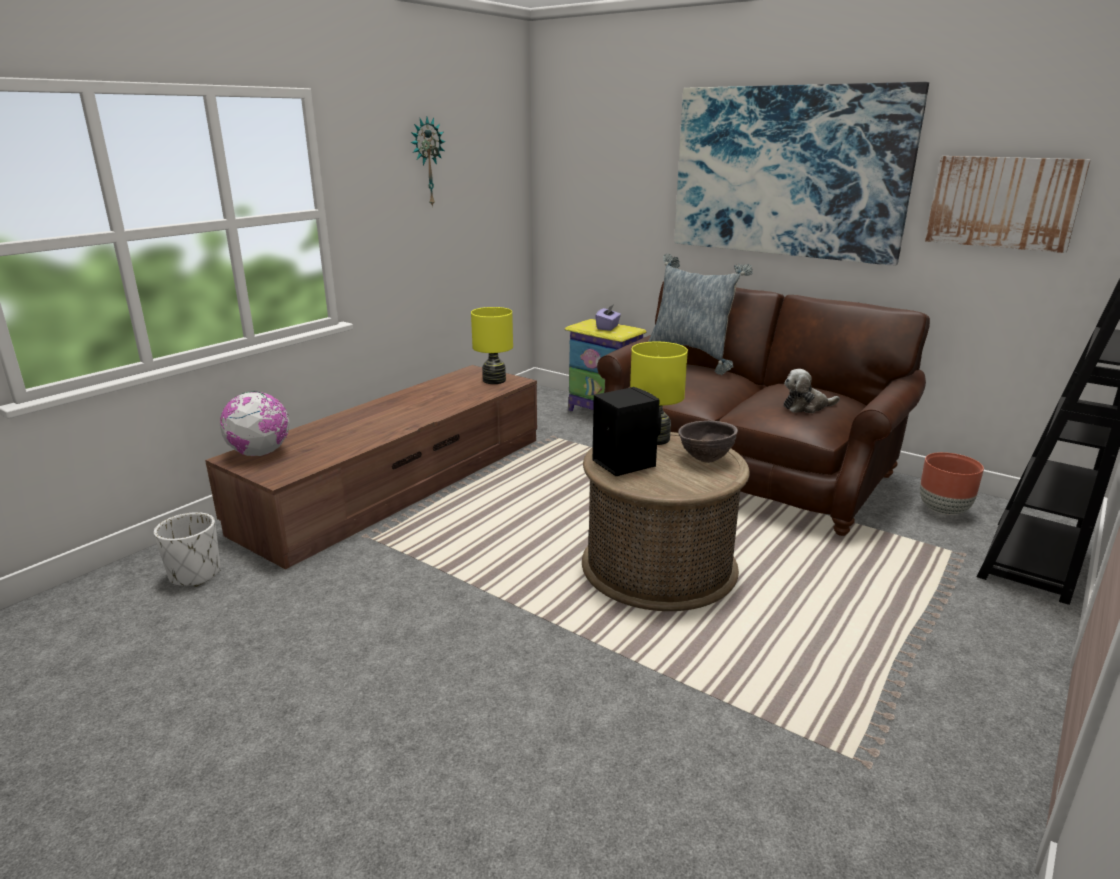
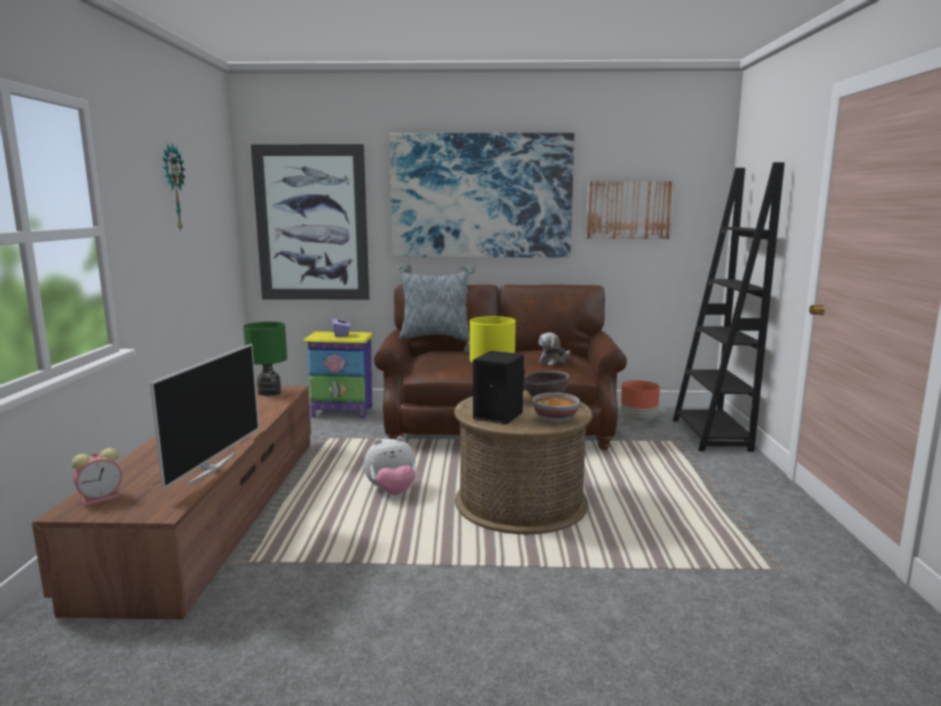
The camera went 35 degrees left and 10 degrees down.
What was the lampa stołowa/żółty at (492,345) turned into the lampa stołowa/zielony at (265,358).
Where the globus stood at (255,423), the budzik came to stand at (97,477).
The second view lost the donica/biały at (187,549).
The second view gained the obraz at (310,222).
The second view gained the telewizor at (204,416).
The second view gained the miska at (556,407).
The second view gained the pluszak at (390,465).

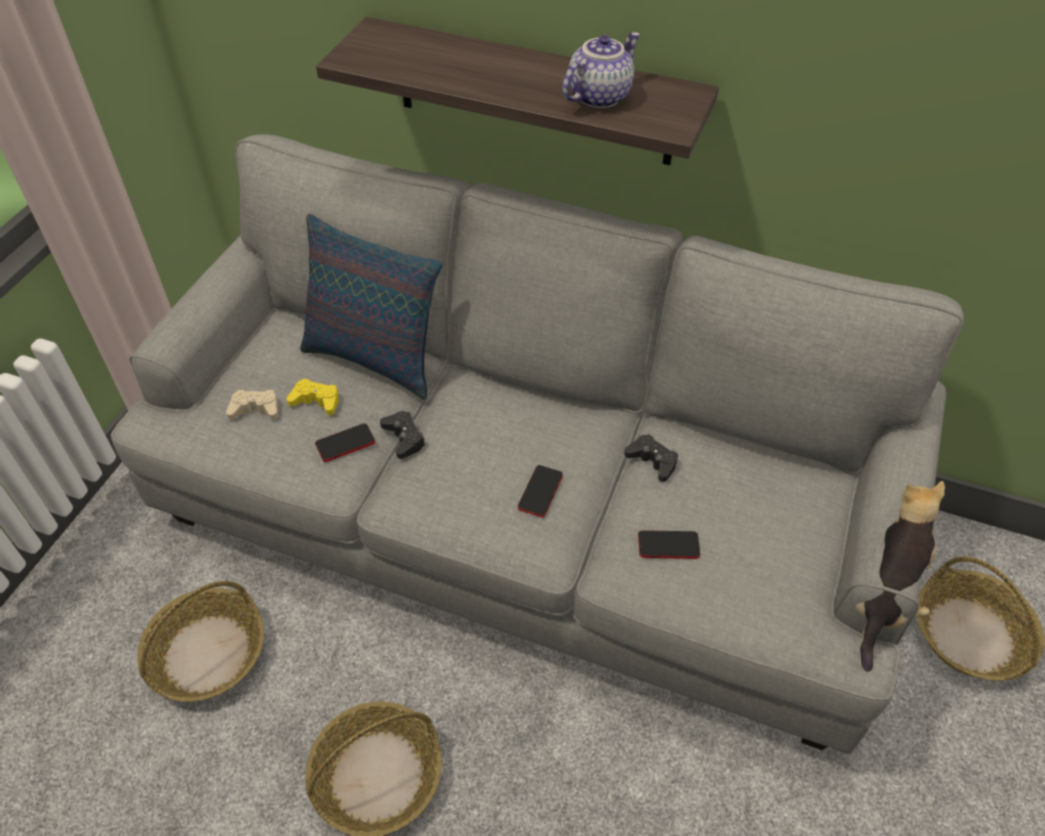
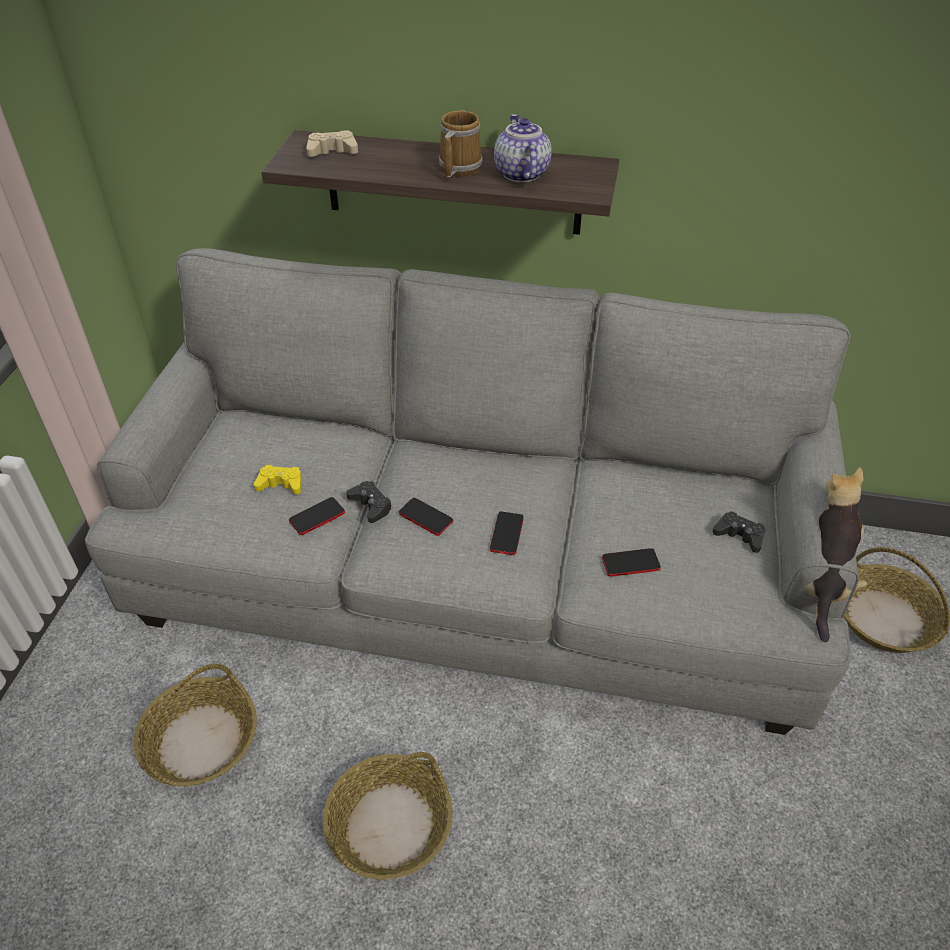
The camera went 10 degrees left and 5 degrees down.
The imbryk at (601,70) ended up facing another way, 45 degrees counterclockwise from before.
The second view lost the poduszka/niebieski at (371,307).
The pad do gier/beżowy ended up elsewhere, having gone from (252,405) to (332,143).
The pad do gier/czarny ended up elsewhere, having gone from (651,458) to (739,532).
The second view gained the kubek at (461,143).
The second view gained the telefon at (426,517).

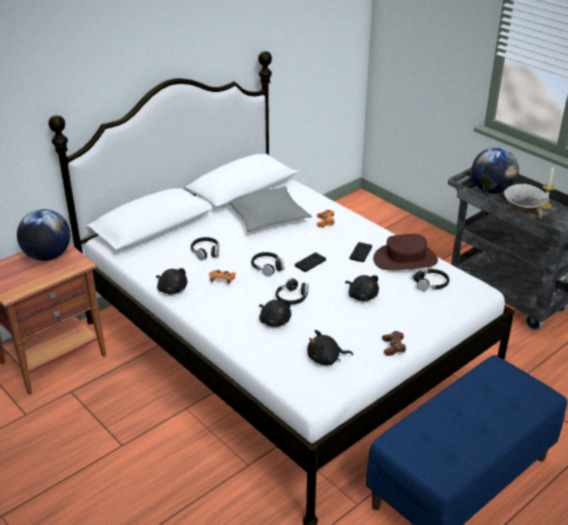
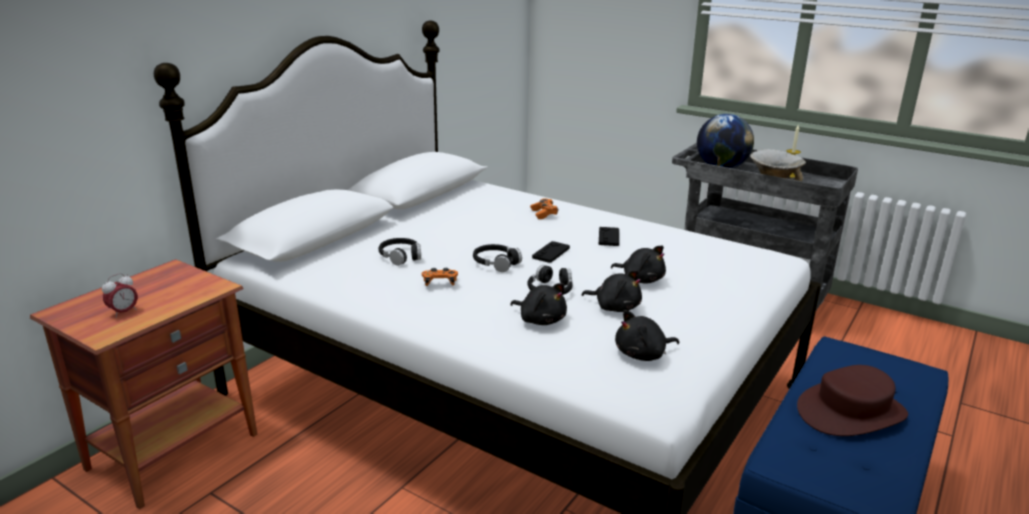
The camera went 15 degrees left and 10 degrees down.
The second view lost the poduszka/szary at (270,209).
The second view lost the globus at (43,235).
The kapelusz/brązowy ended up elsewhere, having gone from (405,252) to (852,400).
The pluszak/czarny ended up elsewhere, having gone from (172,281) to (612,291).
The second view lost the słuchawki/czarny at (430,280).
The second view lost the pad do gier/brązowy at (394,343).
The second view gained the budzik at (120,295).

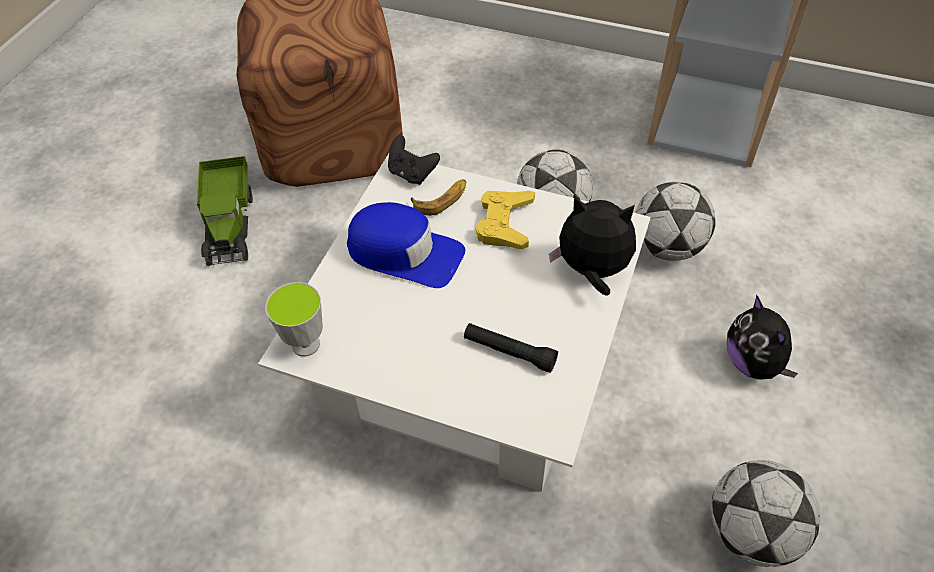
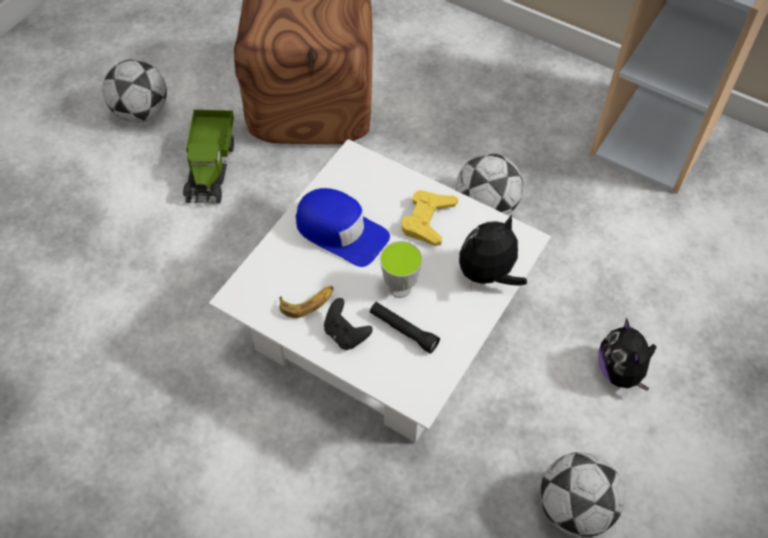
The camera went 10 degrees right and 5 degrees up.
The pad do gier/czarny ended up elsewhere, having gone from (414,160) to (348,324).
The banan ended up elsewhere, having gone from (438,197) to (306,302).
The piłka futbolowa ended up elsewhere, having gone from (675,221) to (135,90).
The pluszak at (592,246) ended up facing another way, 60 degrees counterclockwise from before.
The filiżanka ended up elsewhere, having gone from (294,319) to (401,269).

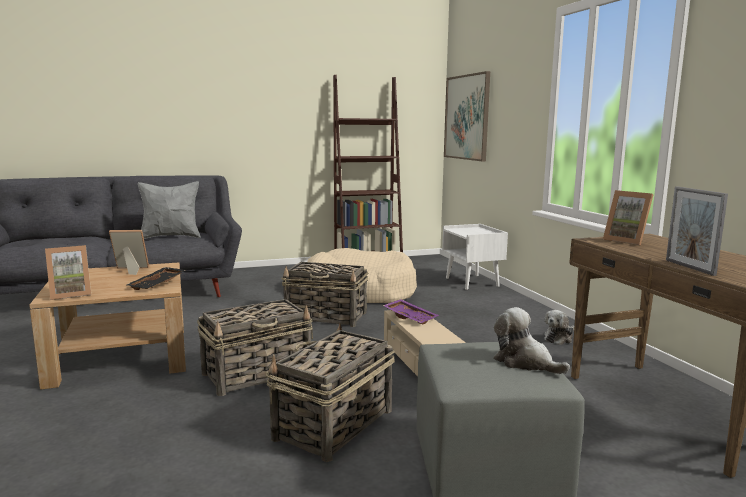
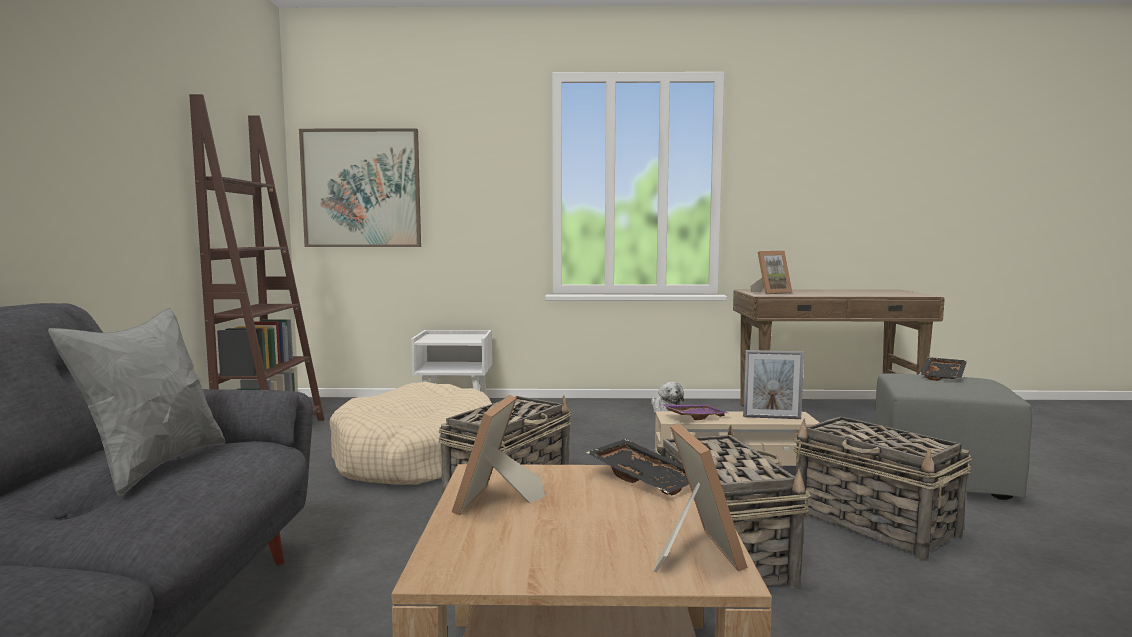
The camera went 70 degrees left and 5 degrees down.
The ramka na zdjęcie ended up elsewhere, having gone from (697,231) to (773,384).
Where the pluszak stood at (531,340), the taca/czarny came to stand at (943,369).

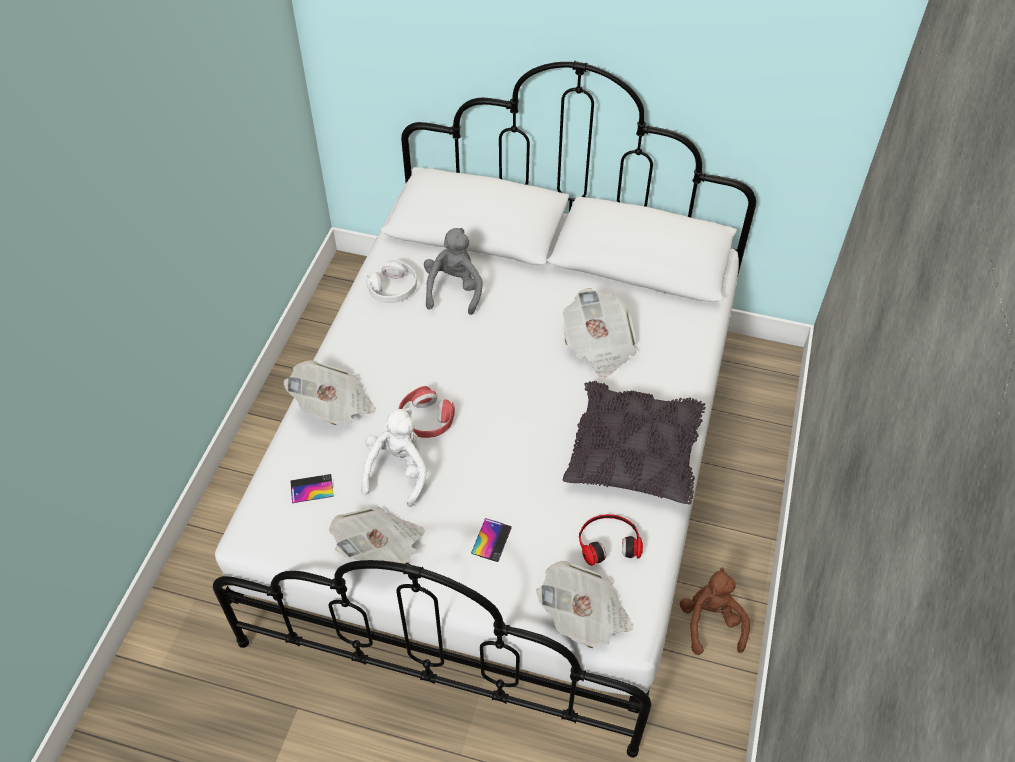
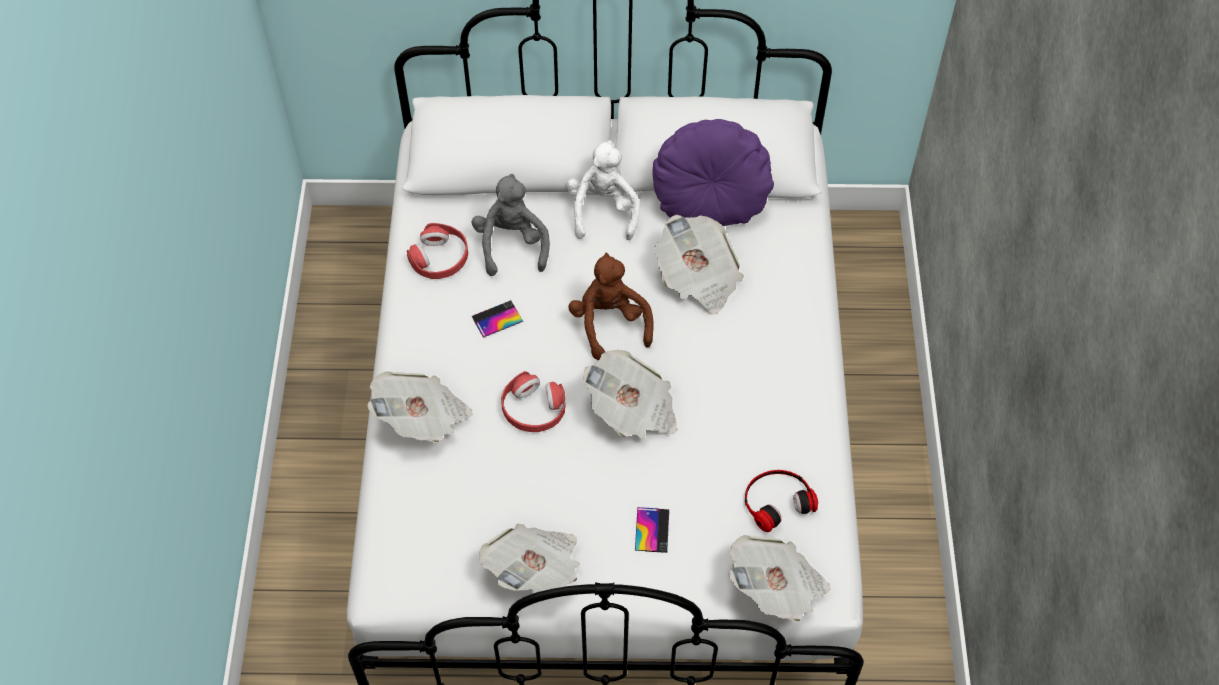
The camera went 15 degrees left and 5 degrees up.
What was the słuchawki/biały at (391,281) turned into the słuchawki/czerwony at (437,251).
The second view lost the poduszka/czarny at (634,442).
The pluszak/biały ended up elsewhere, having gone from (394,457) to (603,190).
The telefon ended up elsewhere, having gone from (312,488) to (497,319).
The pluszak/brązowy ended up elsewhere, having gone from (715,611) to (610,306).
The second view gained the poduszka/fioletowy at (713,172).
The second view gained the gazeta at (630,394).

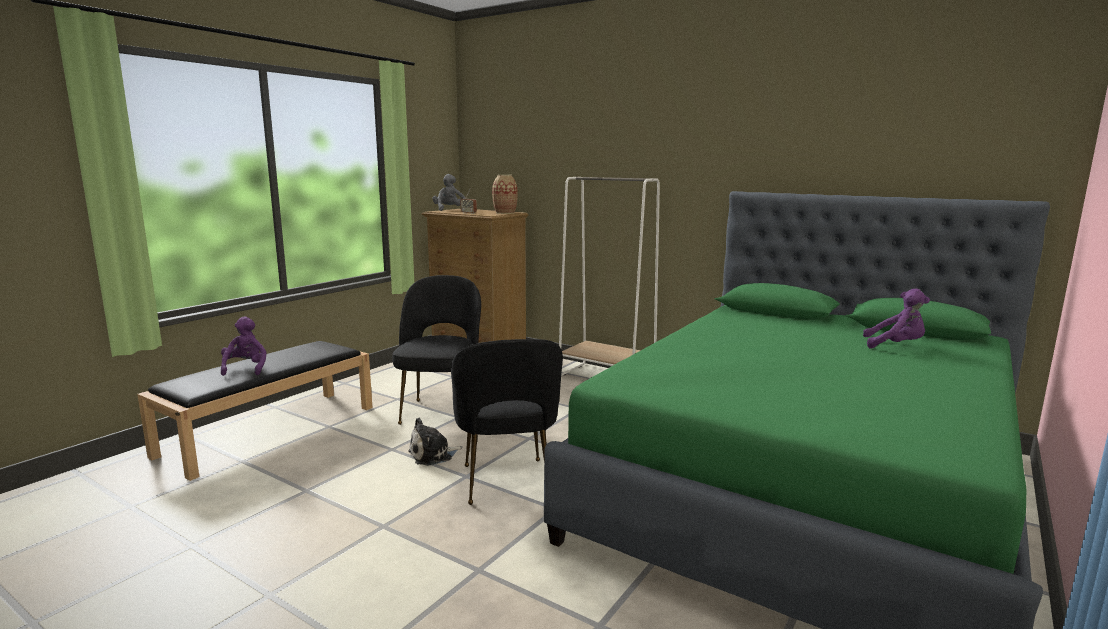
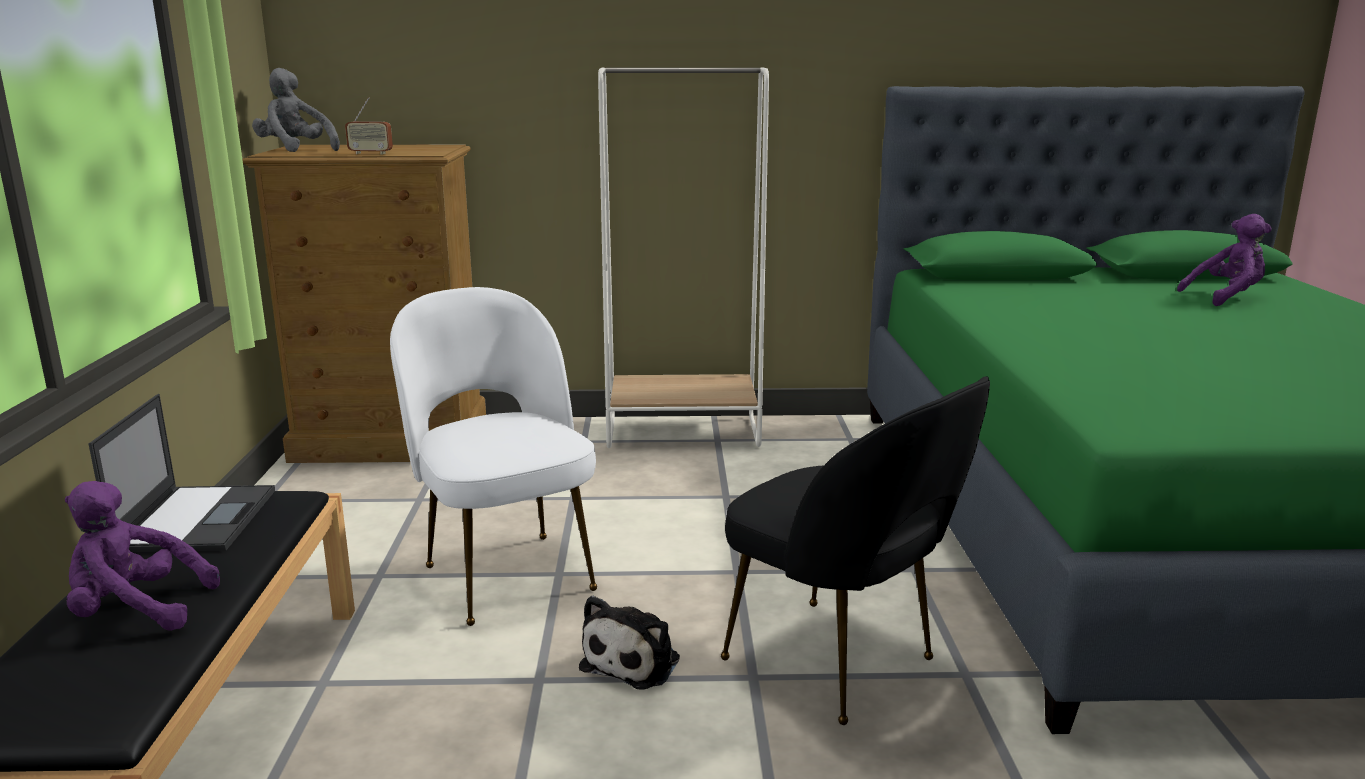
The camera went 35 degrees left and 5 degrees up.
The second view lost the wazon at (505,194).
What was the krzesło/czarny at (436,350) turned into the krzesło/biały at (493,456).
The pluszak/fioletowy at (244,346) ended up facing another way, 45 degrees counterclockwise from before.
The second view gained the laptop at (182,473).

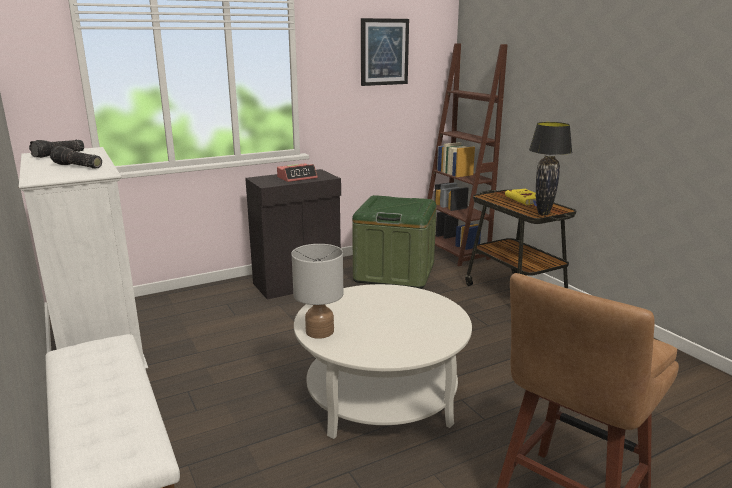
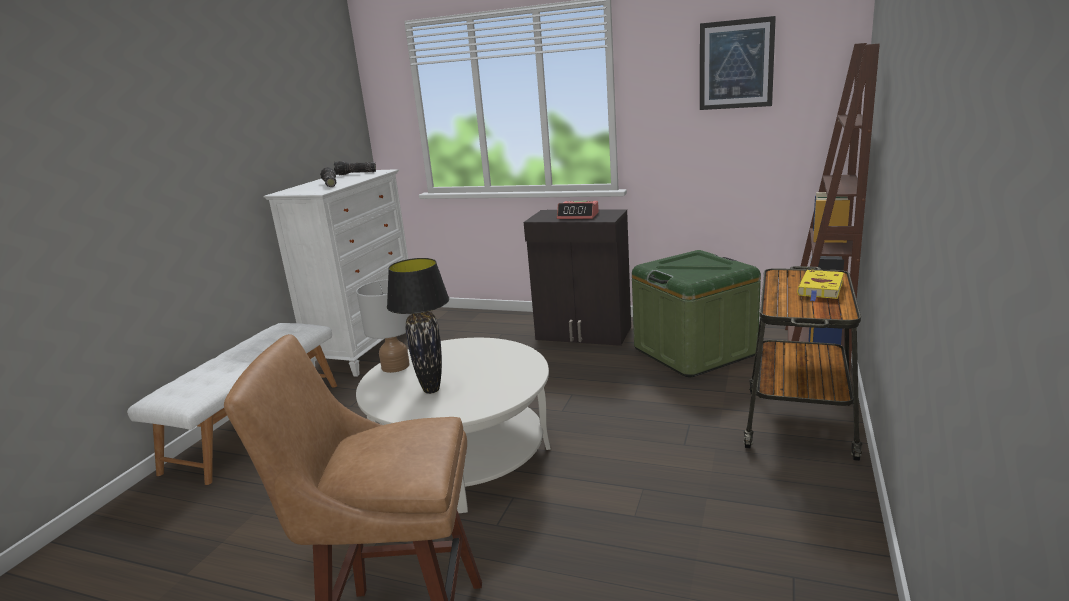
The camera went 50 degrees right and 0 degrees up.
The lampa stołowa/czarny ended up elsewhere, having gone from (550,168) to (418,326).

